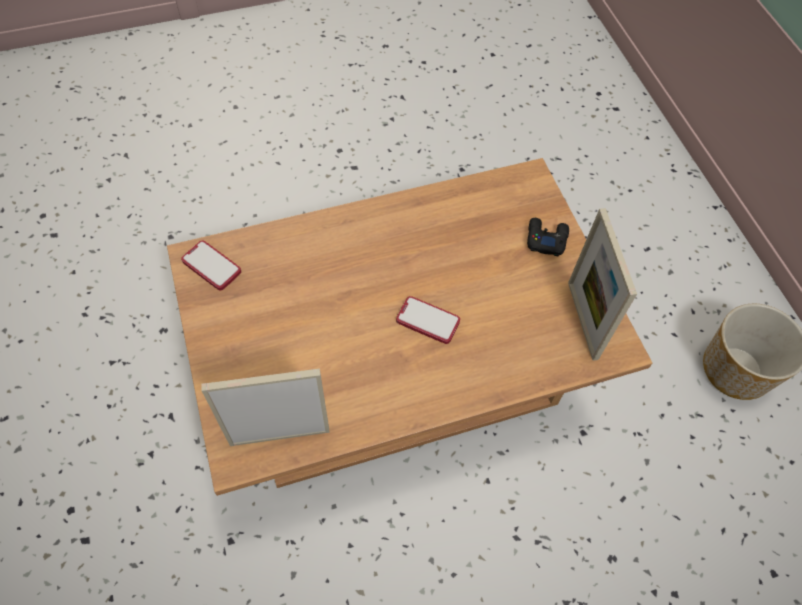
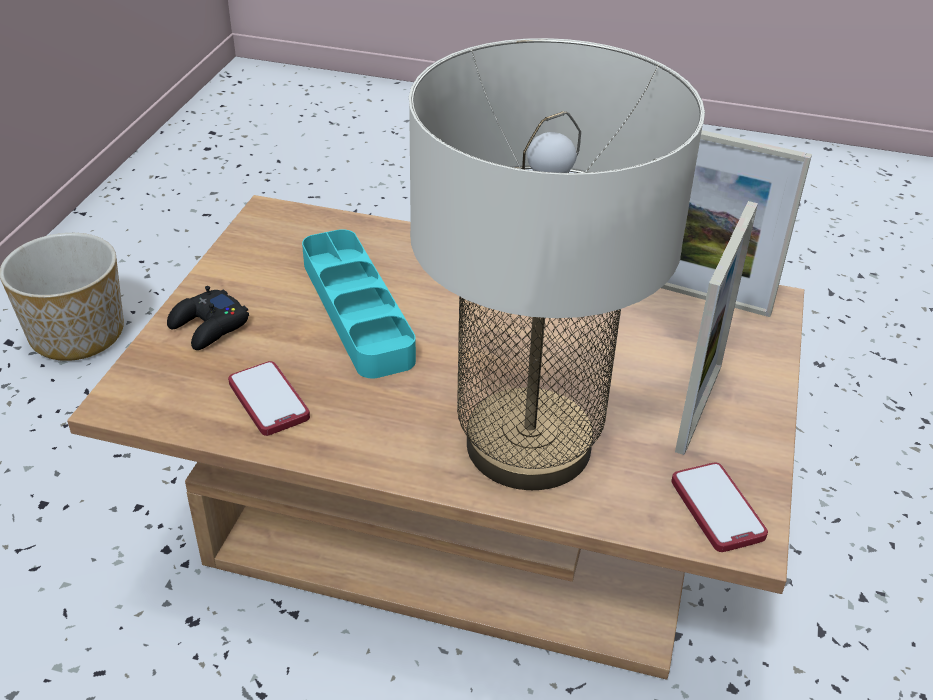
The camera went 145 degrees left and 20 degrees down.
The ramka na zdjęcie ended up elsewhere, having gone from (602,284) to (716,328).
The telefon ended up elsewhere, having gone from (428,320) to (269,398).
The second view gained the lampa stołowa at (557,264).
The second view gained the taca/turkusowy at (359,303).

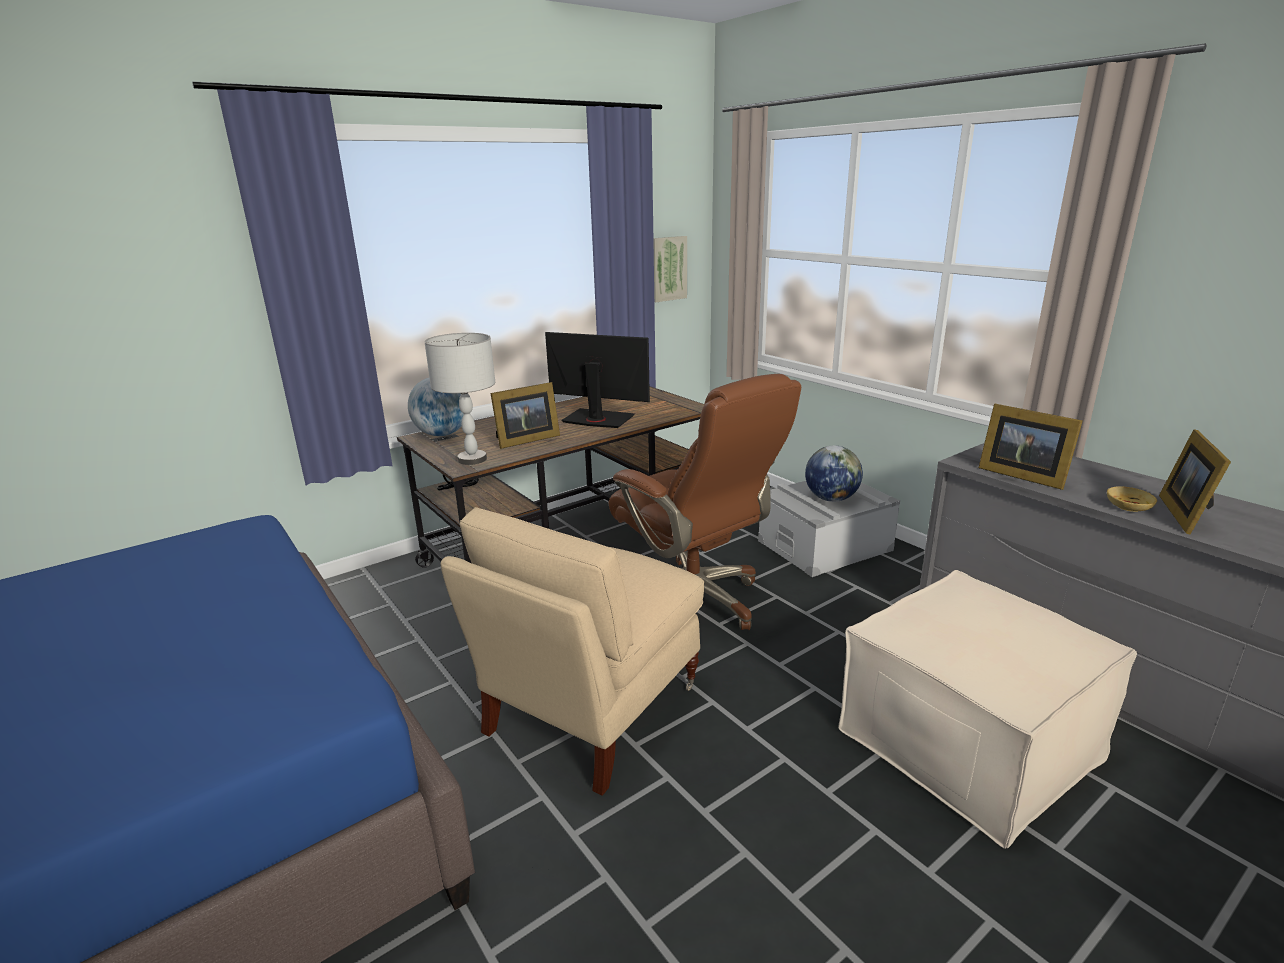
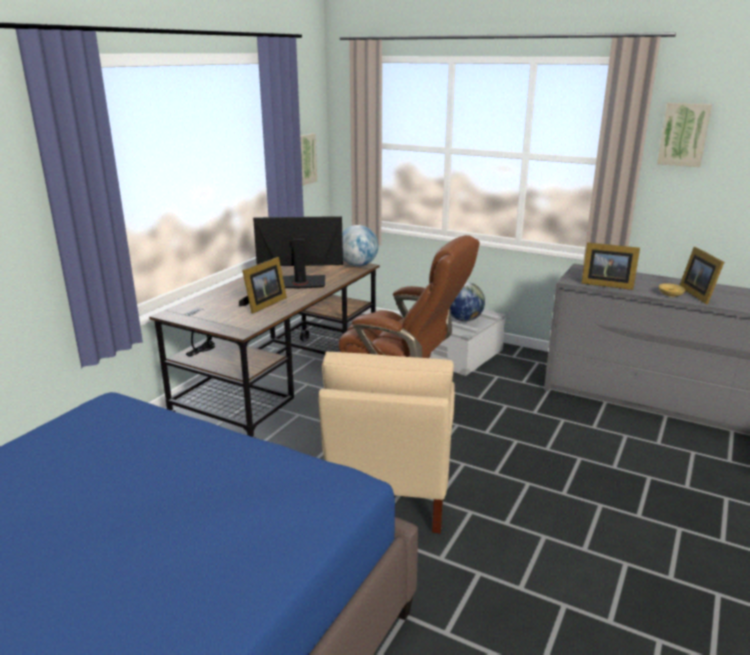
The camera went 25 degrees left and 0 degrees up.
The second view lost the lampa stołowa/szary at (459,399).
The globus ended up elsewhere, having gone from (436,407) to (360,245).
The second view lost the pufa/beżowy at (987,709).
The second view gained the obraz at (684,135).

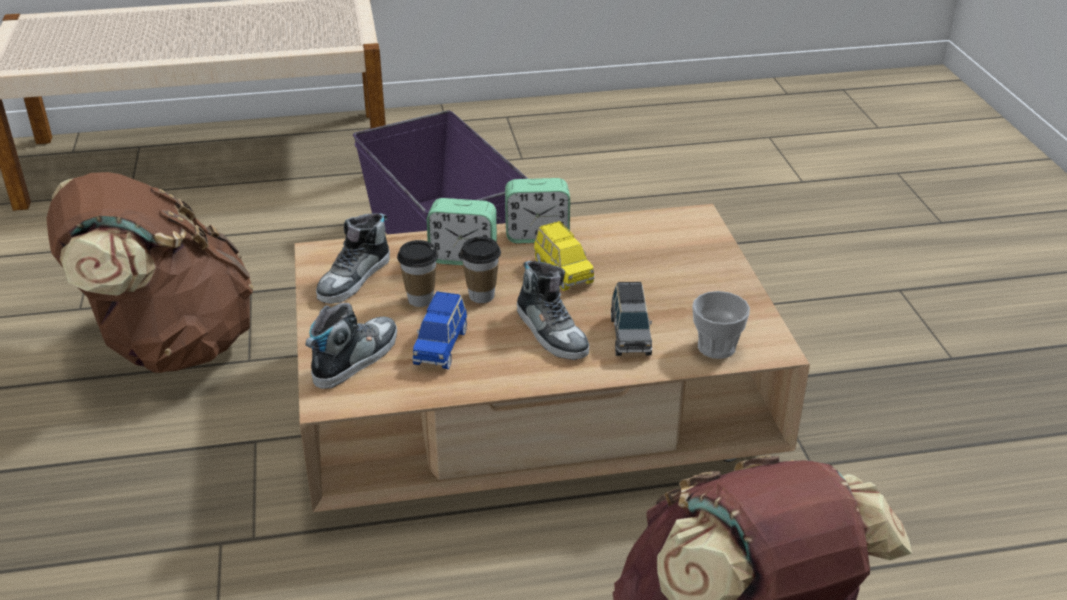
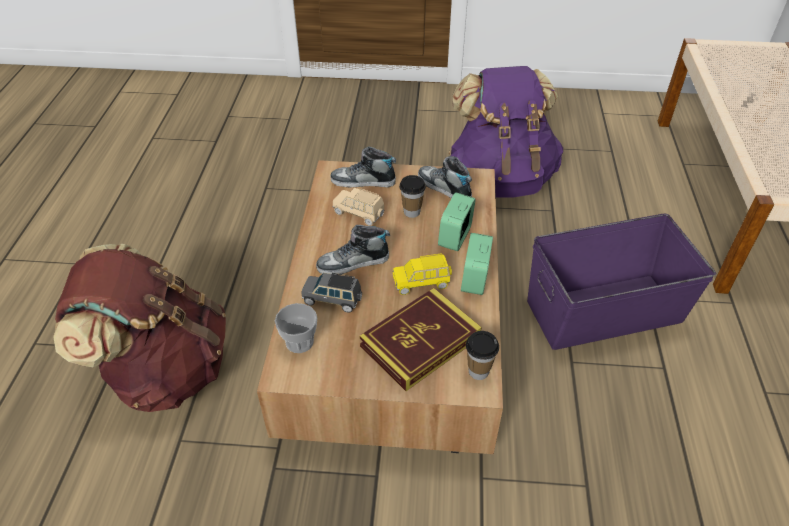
The camera went 105 degrees right and 10 degrees up.
What was the plecak/brązowy at (150,272) turned into the plecak/fioletowy at (506,131).
The filiżanka ended up elsewhere, having gone from (480,270) to (482,355).
What was the samochodzik/niebieski at (439,330) turned into the samochodzik/beżowy at (359,207).
The but at (351,346) ended up facing another way, 135 degrees clockwise from before.
The second view gained the książka at (420,339).

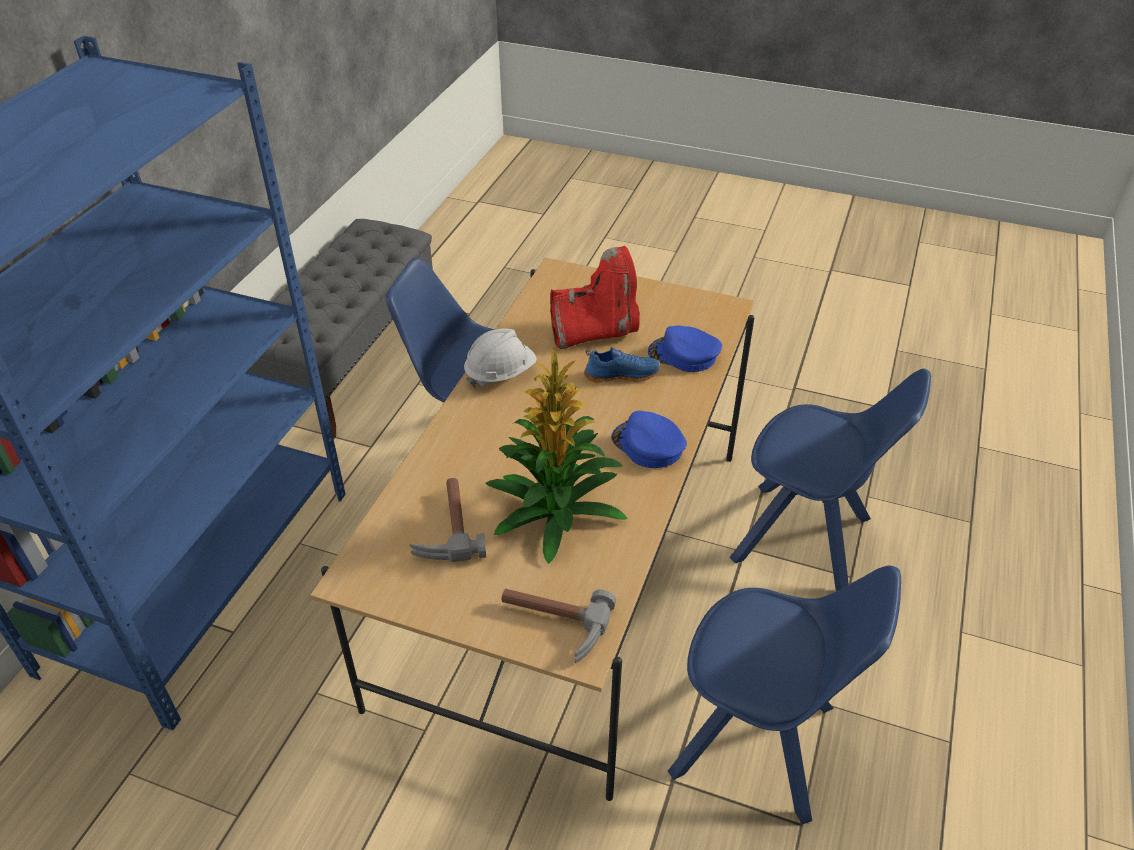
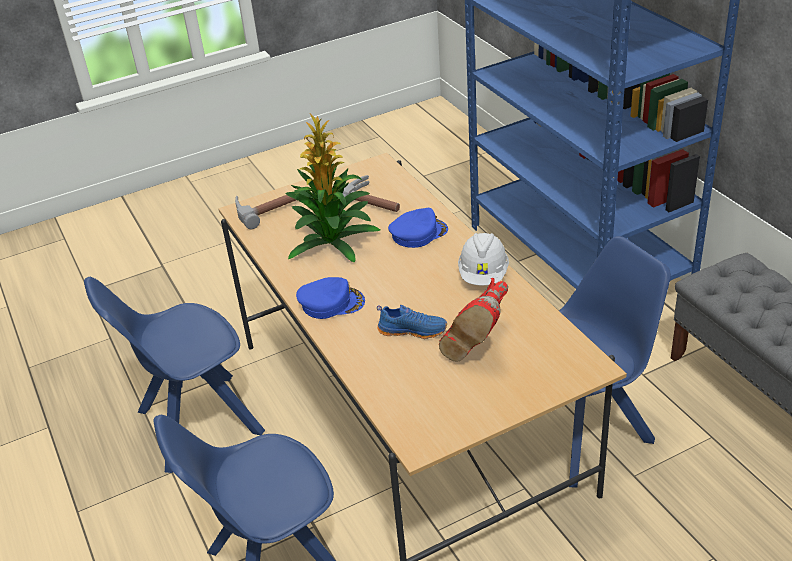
The camera went 135 degrees right and 5 degrees down.
The czapka z daszkiem/niebieski ended up elsewhere, having gone from (685,349) to (418,228).
The but/niebieski at (622,364) ended up facing another way, 120 degrees counterclockwise from before.

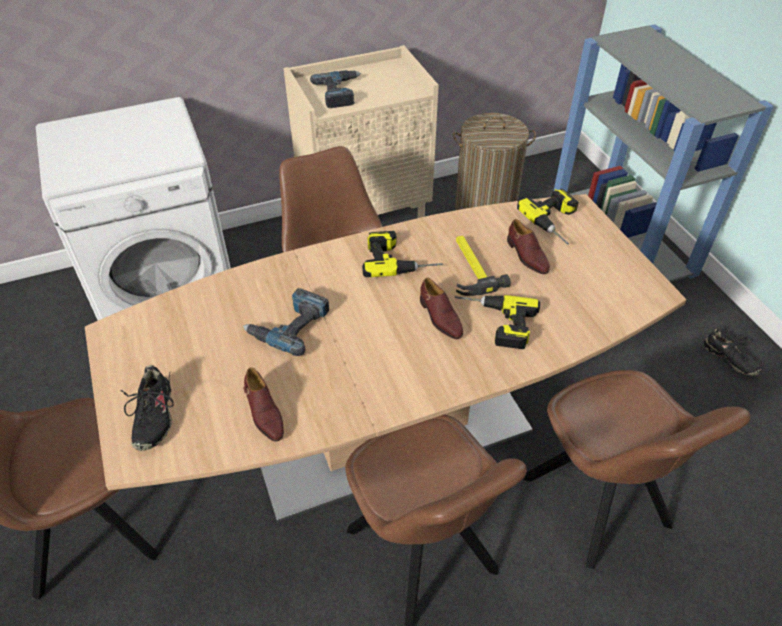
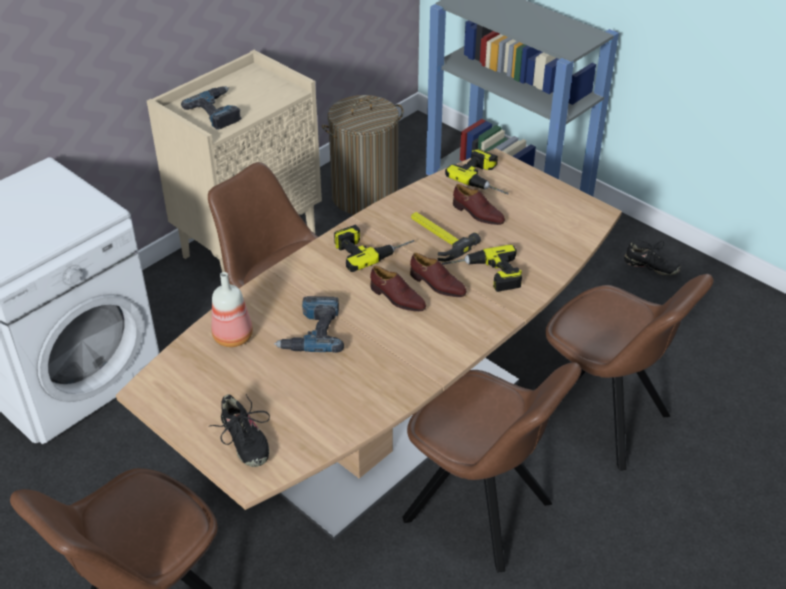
The camera went 25 degrees left and 5 degrees down.
The but/brązowy ended up elsewhere, having gone from (263,404) to (398,289).
The second view gained the butelka at (232,309).

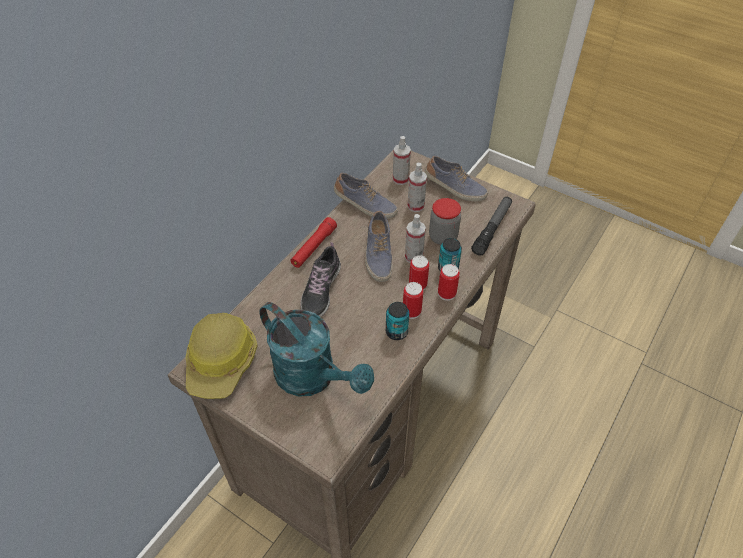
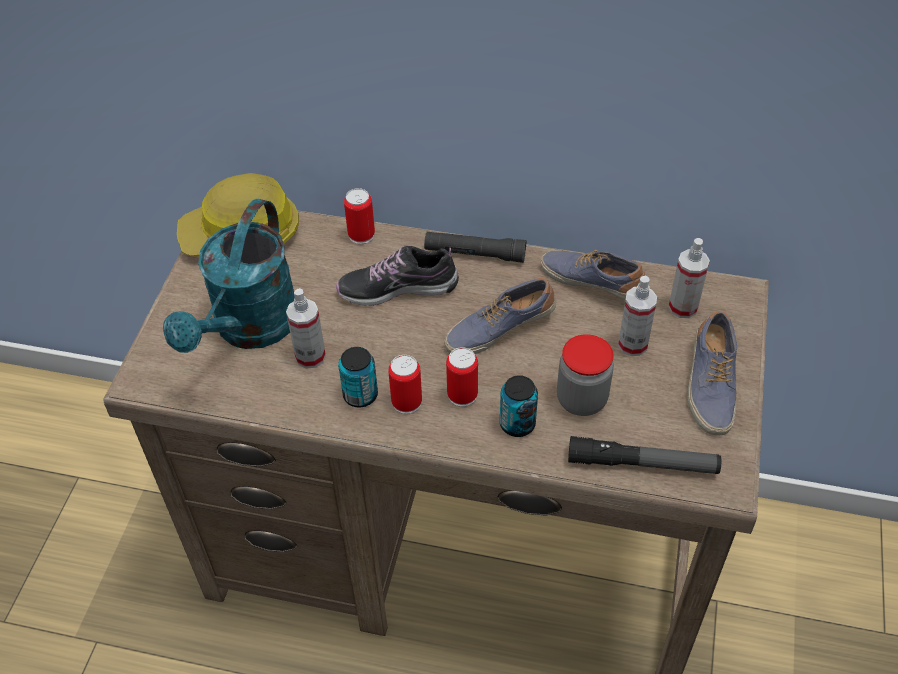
The camera went 70 degrees right and 0 degrees up.
The but at (366,196) ended up facing another way, 120 degrees clockwise from before.
The spryskiwacz ended up elsewhere, having gone from (415,238) to (306,328).
What was the latarka/czerwony at (313,242) turned into the latarka/czarny at (475,247).
The puszka ended up elsewhere, having gone from (449,282) to (359,216).

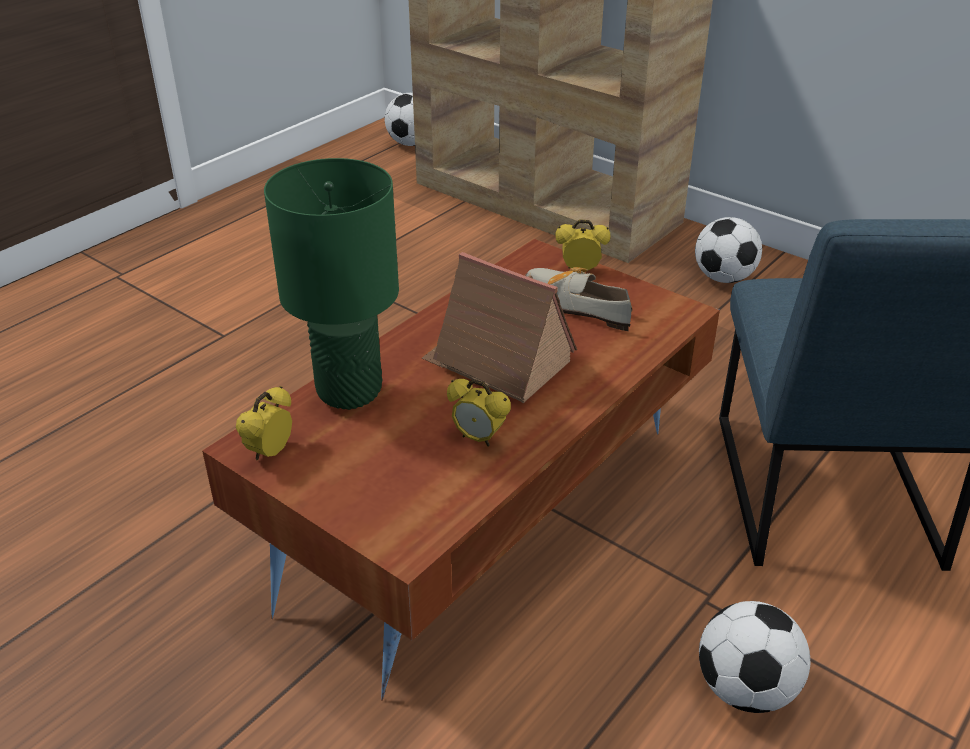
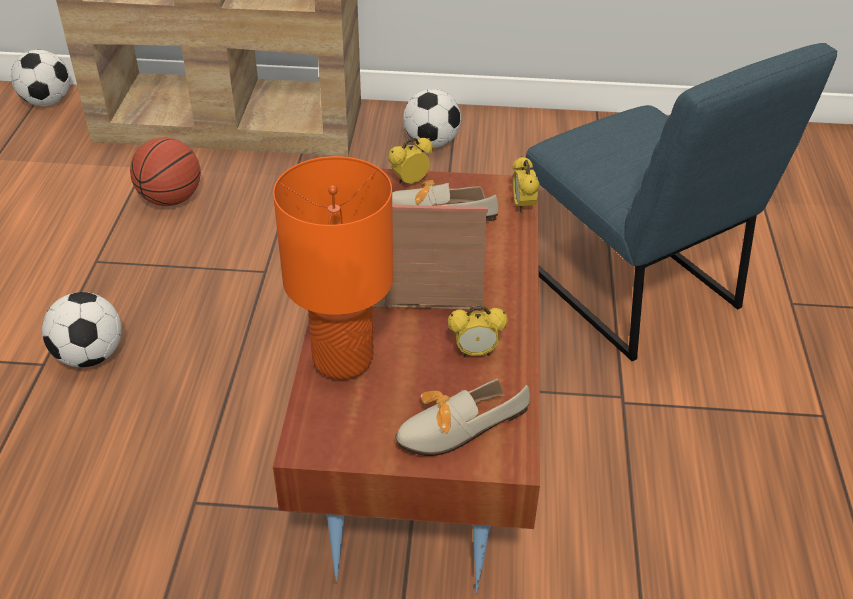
The camera went 35 degrees left and 5 degrees up.
What was the lampa stołowa/zielony at (331,284) turned into the lampa stołowa/pomarańczowy at (333,268).
The budzik ended up elsewhere, having gone from (264,423) to (526,184).
The piłka futbolowa ended up elsewhere, having gone from (754,657) to (81,329).
The second view gained the piłka do koszykówki at (165,171).
The second view gained the but at (462,417).

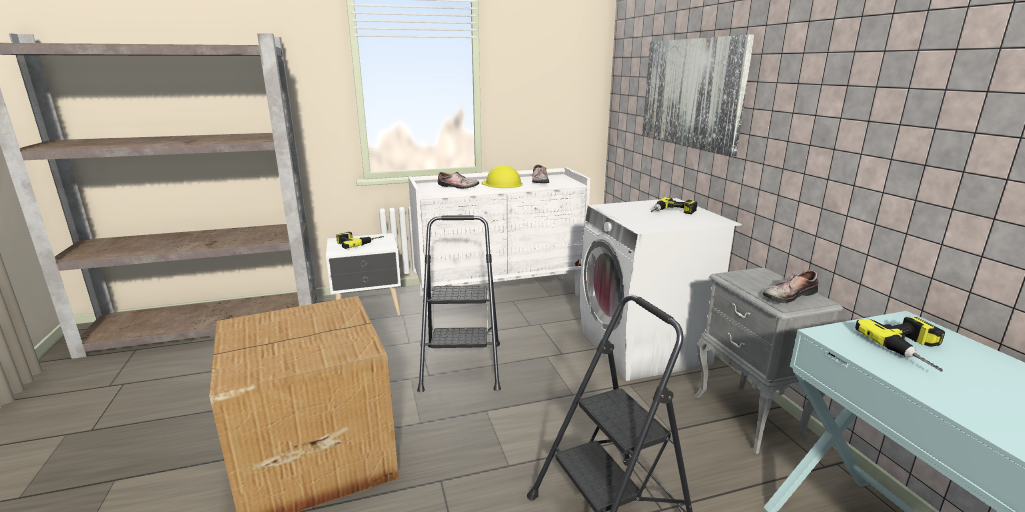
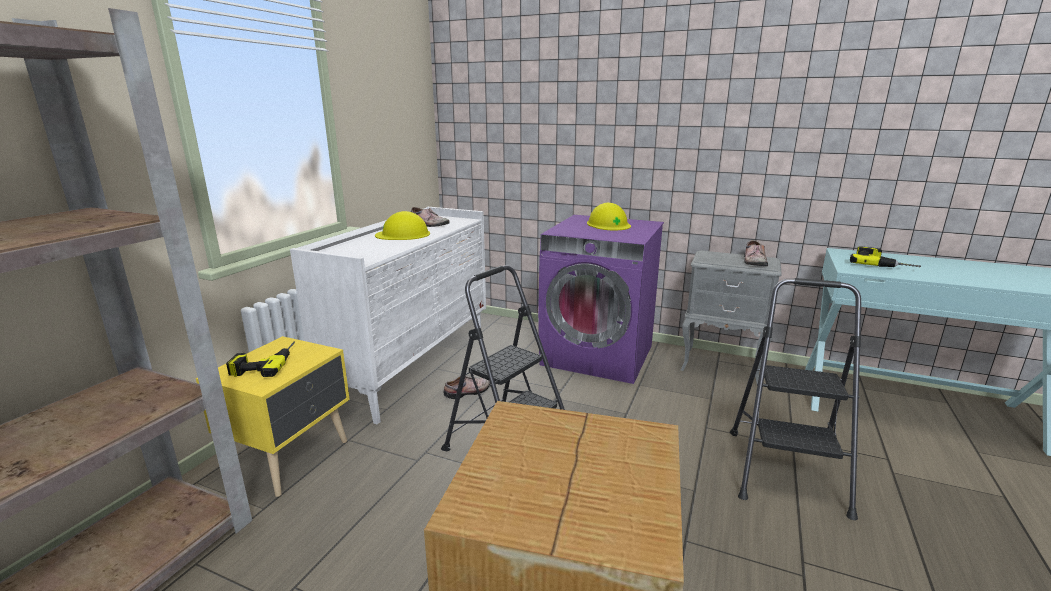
The camera went 50 degrees left and 0 degrees up.
The second view lost the obraz at (698,95).
The but ended up elsewhere, having gone from (458,180) to (467,387).
Where the wiertarka stood at (674,205), the kask/żółty came to stand at (609,216).
What was the pralka/biały at (661,289) turned into the pralka/fioletowy at (601,299).
What was the szafka nocna/biały at (363,274) turned into the szafka nocna/żółty at (273,416).

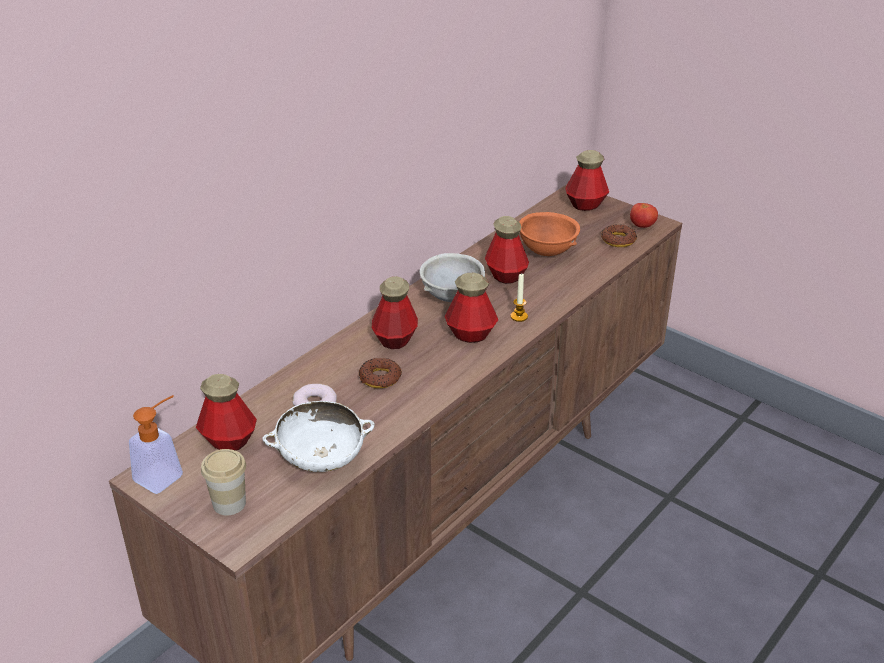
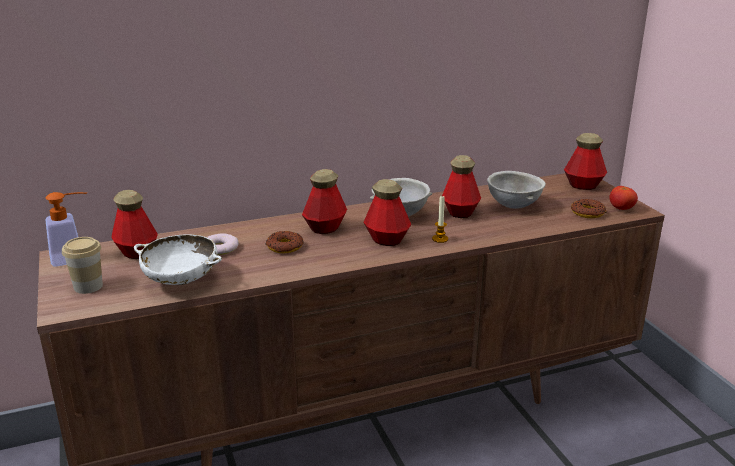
The camera went 30 degrees right and 10 degrees down.
What was the miska/pomarańczowy at (549,234) turned into the miska/szary at (516,190).

